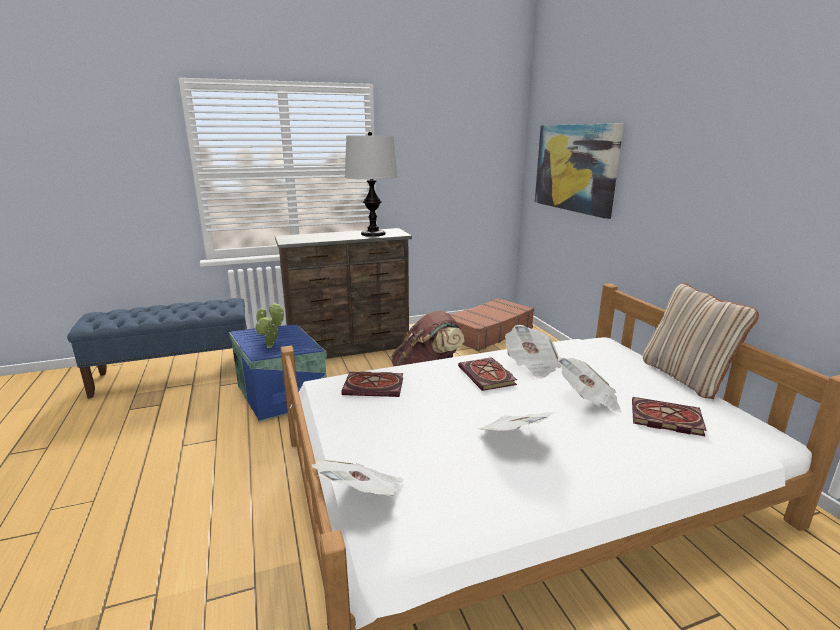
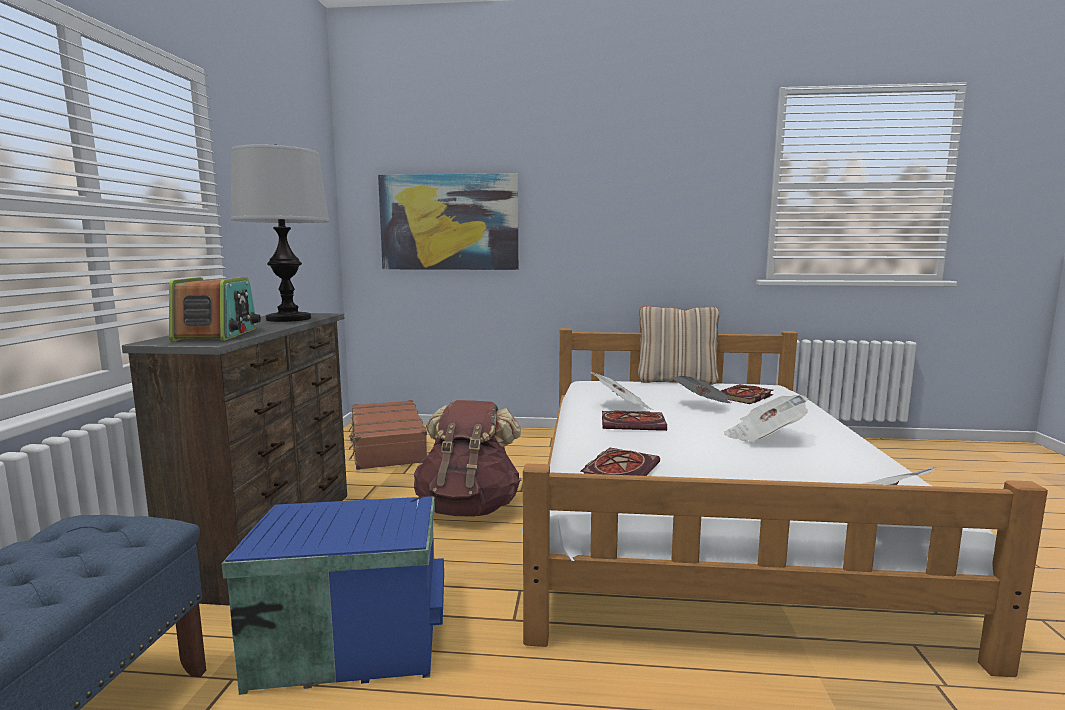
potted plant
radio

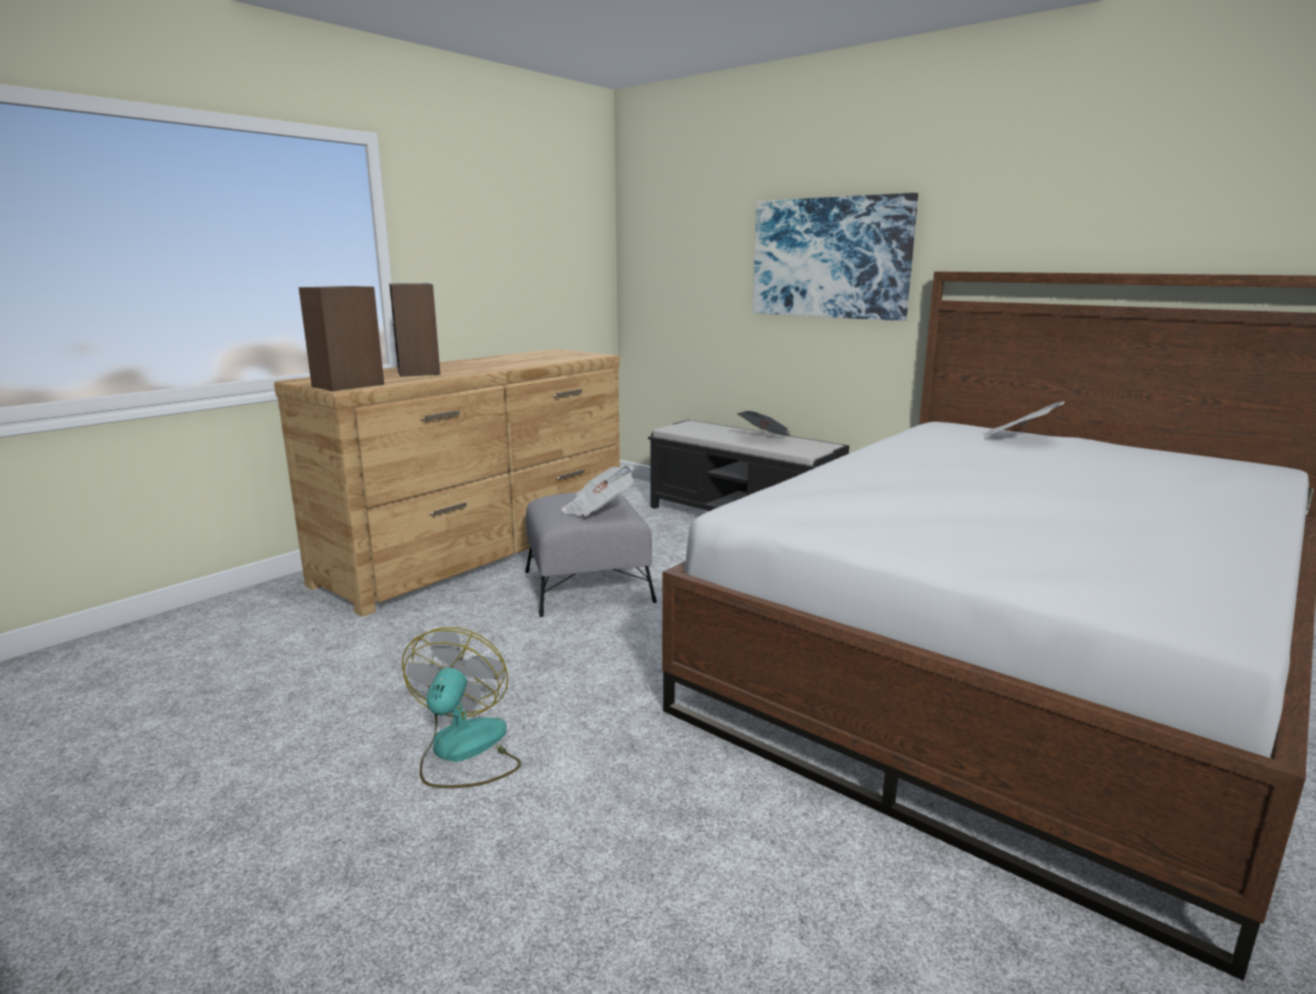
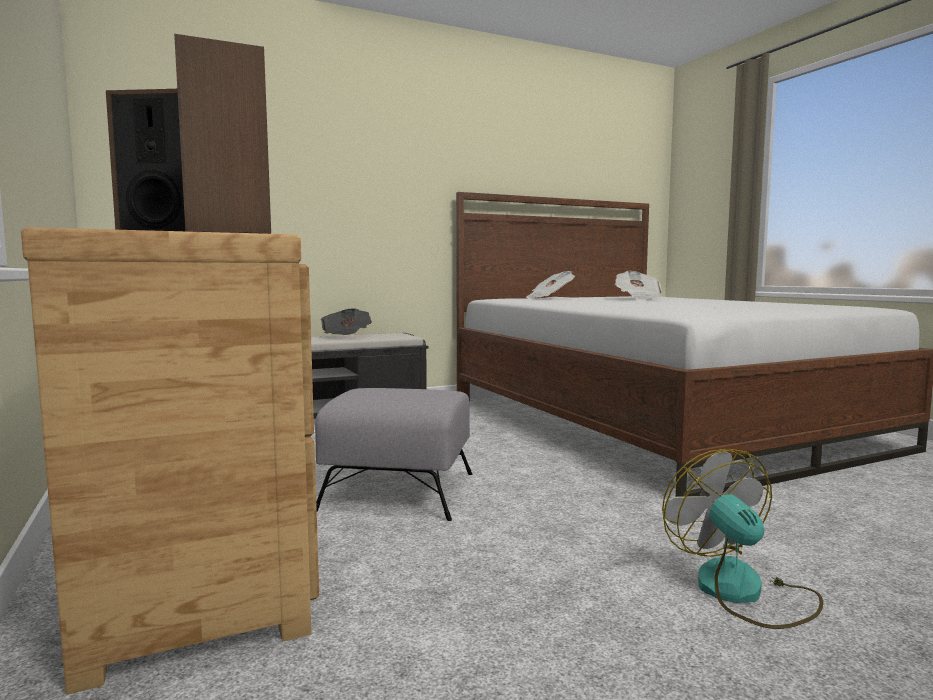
fan
newspaper (no. 3 from left)
picture

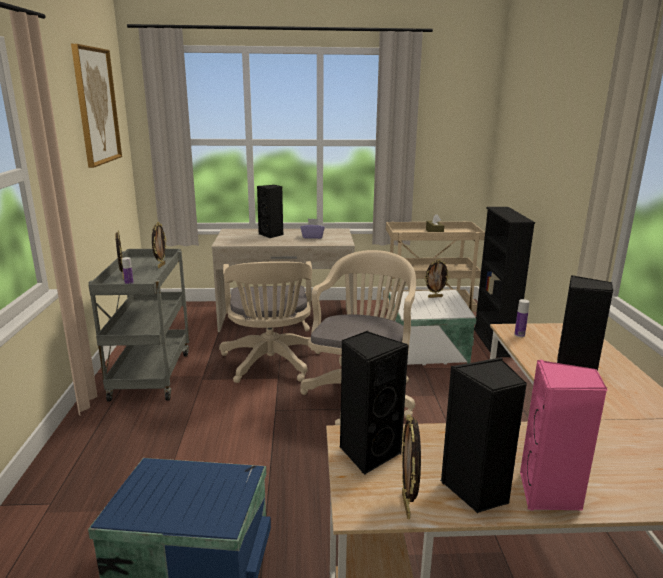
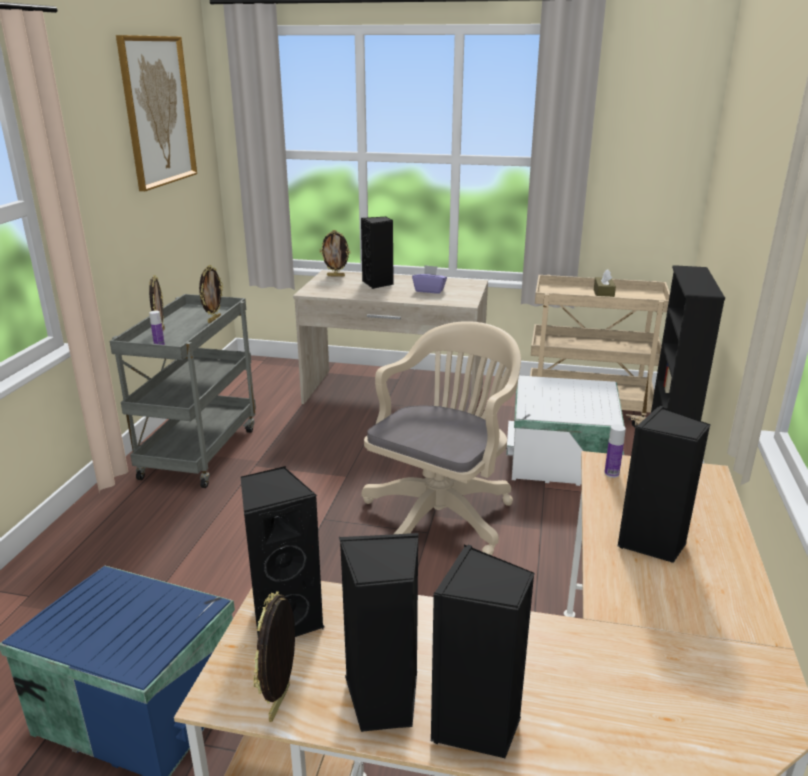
office chair/beige (no. 1 from left in the first image)
picture frame (no. 4 from left)
speaker/black (no. 4 from left)

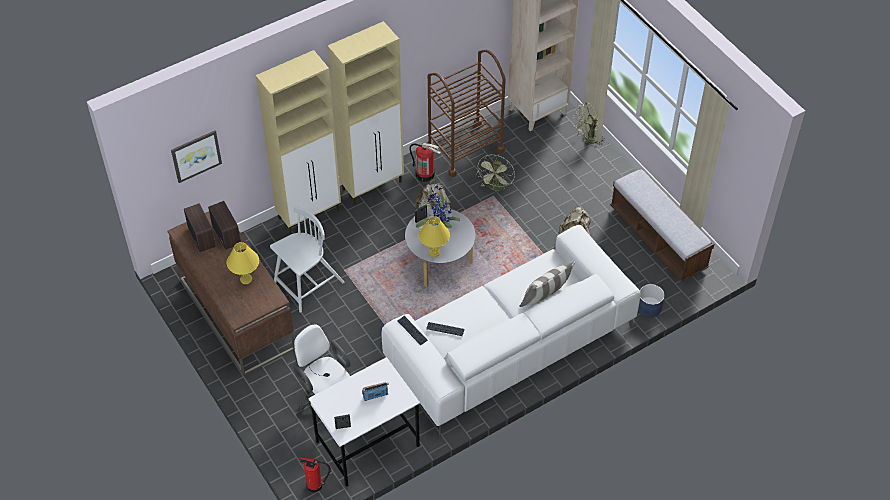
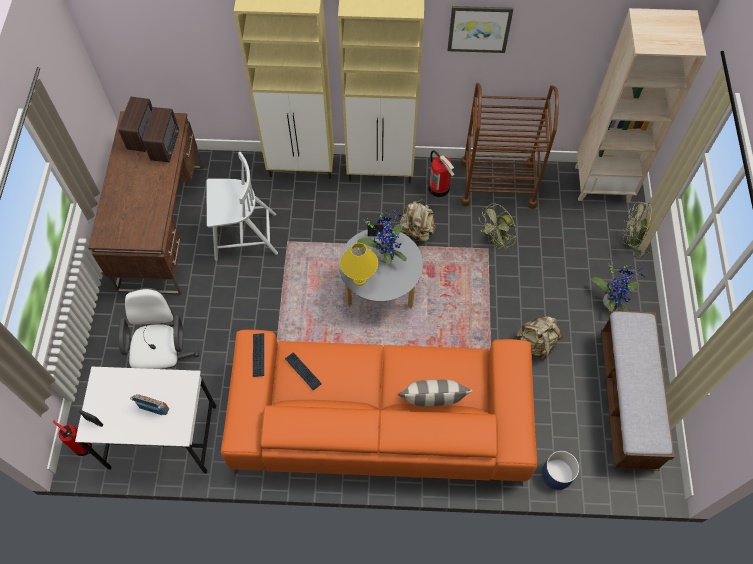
picture
table lamp/yellow (no. 1 from left in the first image)
sofa/orange
potted plant (no. 2 from left)

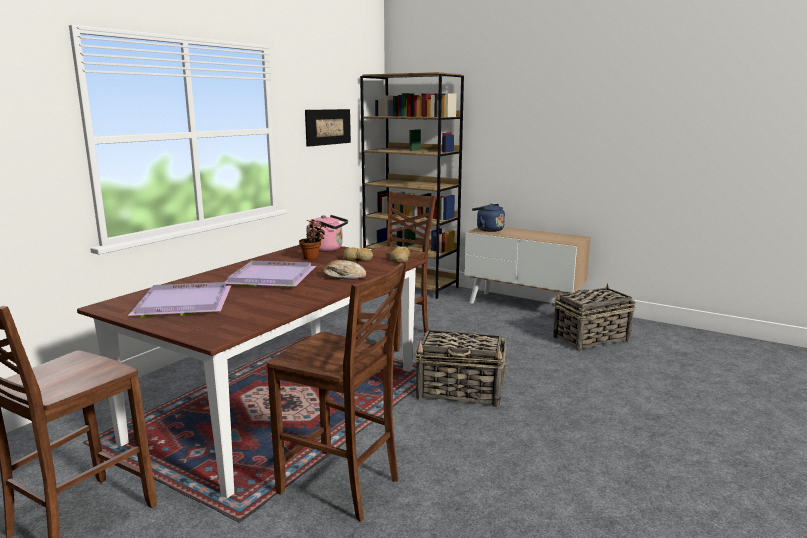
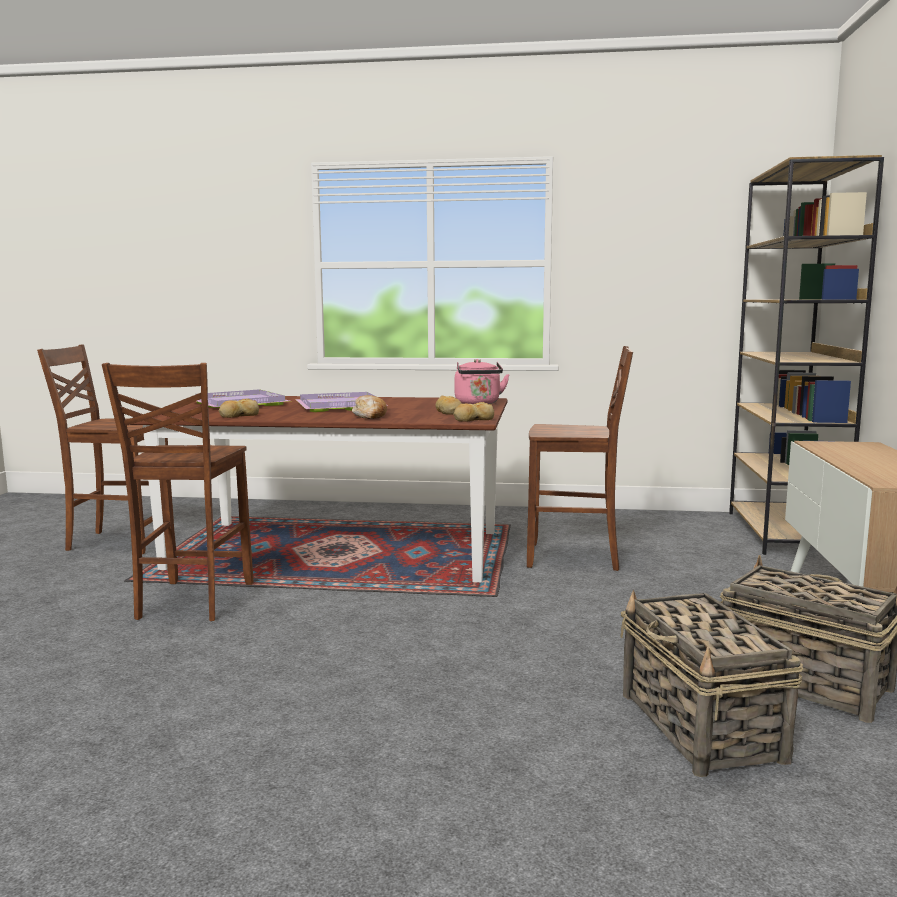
potted plant
picture
basket (no. 1 from left)
kettle/blue
bread (no. 1 from left)

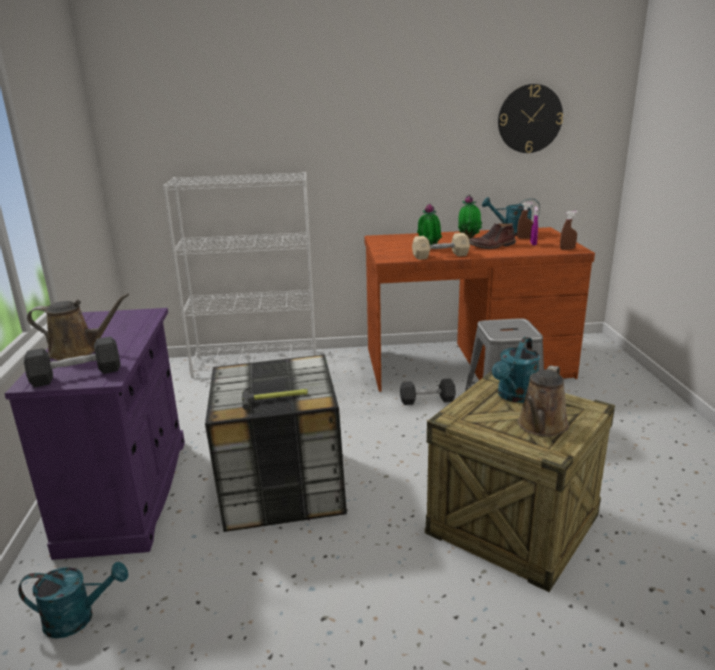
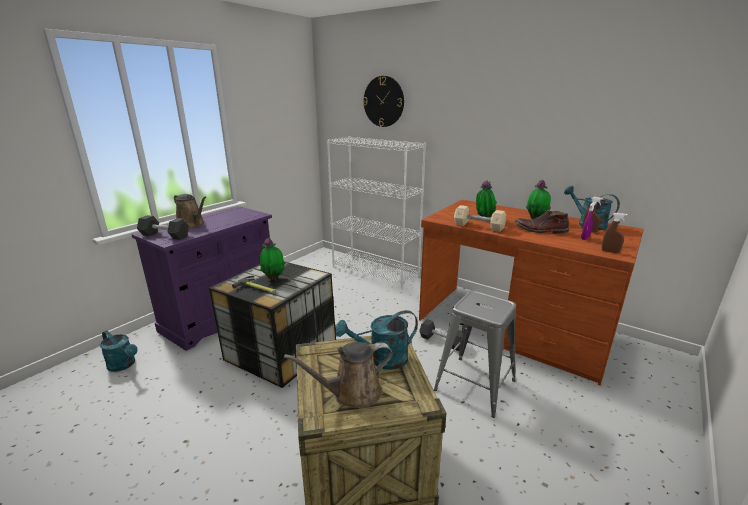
wall clock
potted plant (no. 1 from left)

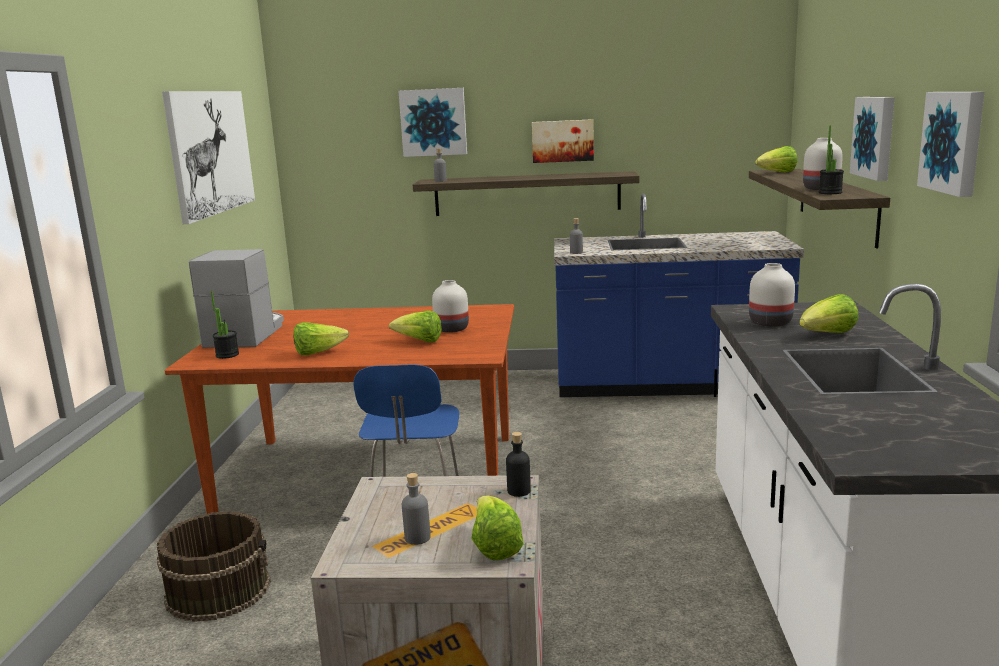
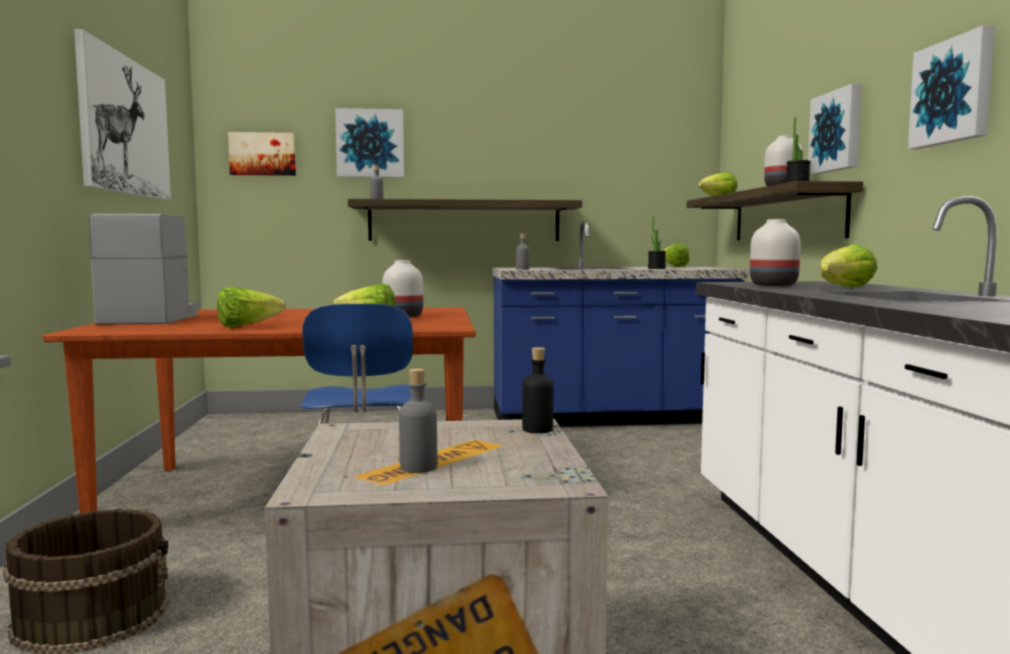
potted plant (no. 1 from left)
lettuce (no. 3 from left)
picture (no. 2 from left)

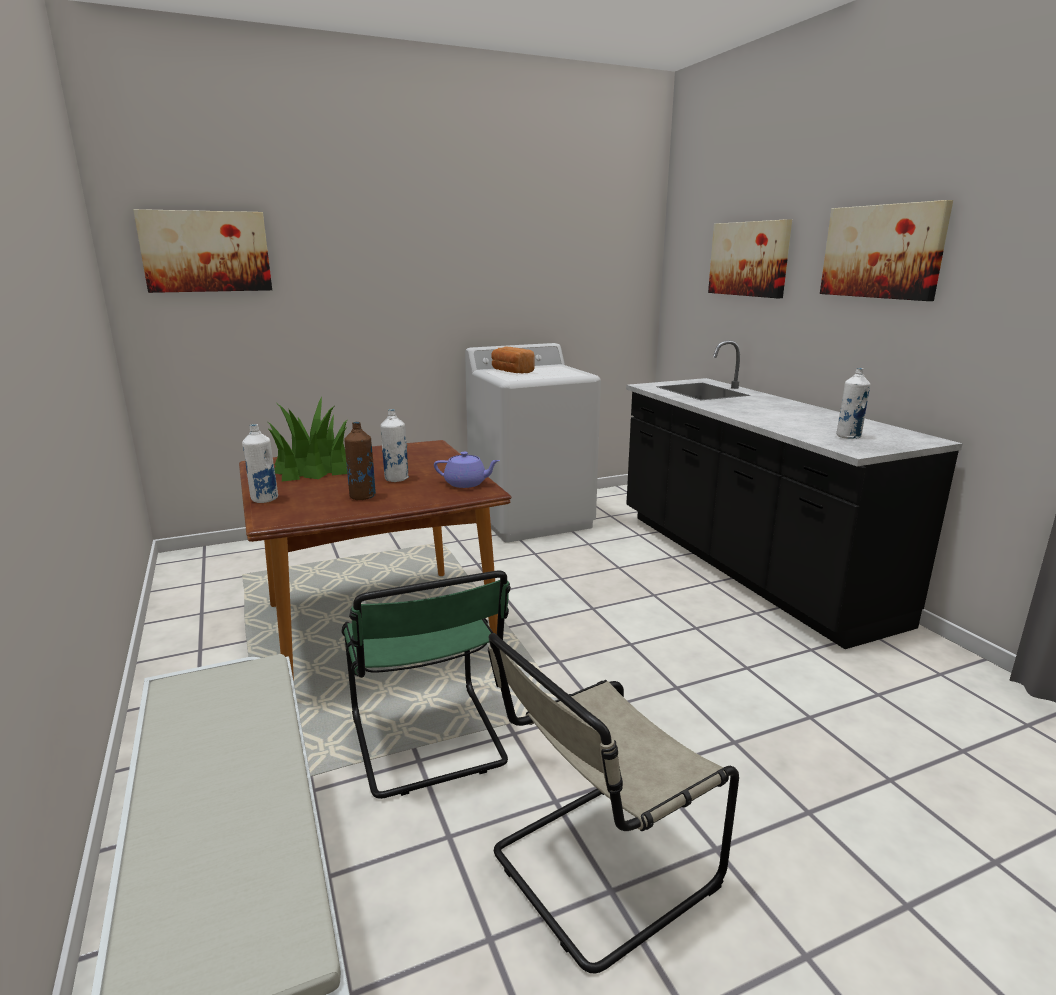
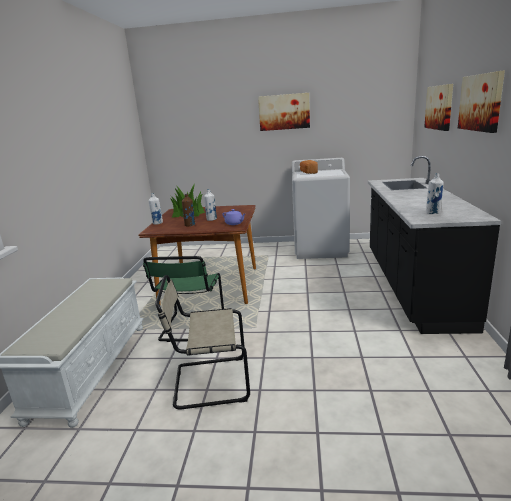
picture (no. 1 from left)

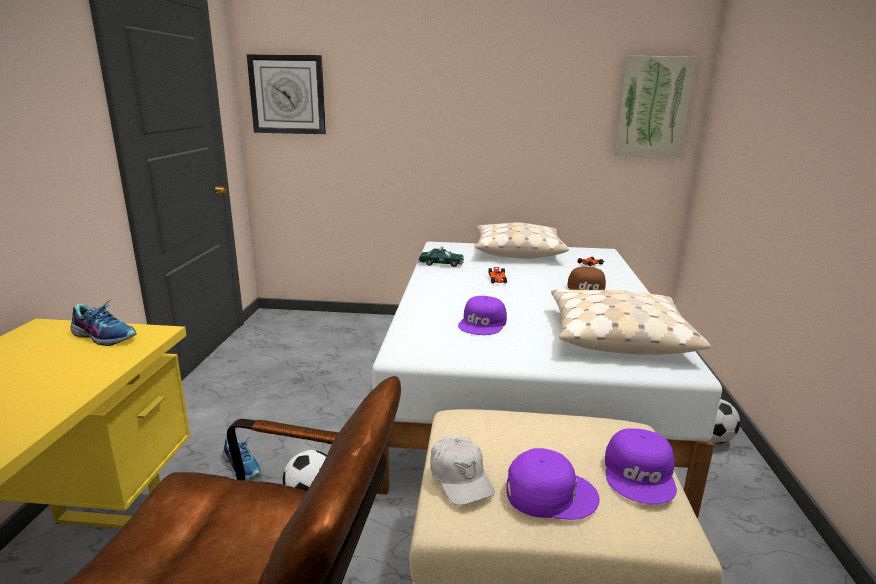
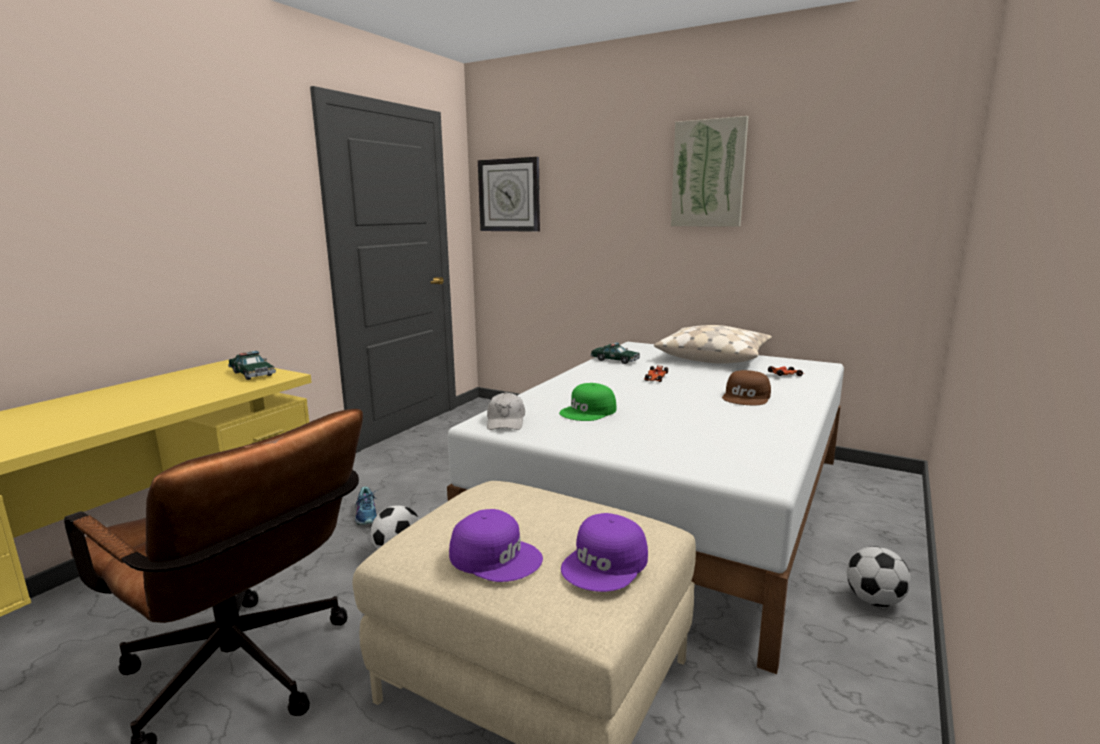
toy car (no. 1 from left)
cap/white
cap/green
pillow/beige (no. 2 from left in the first image)
picture

